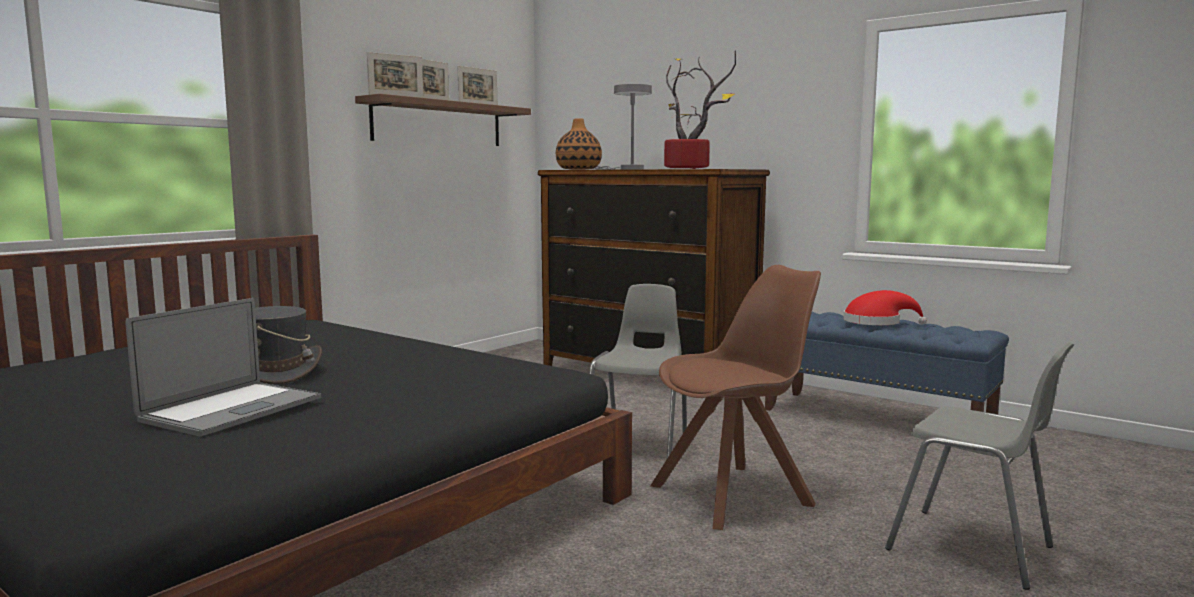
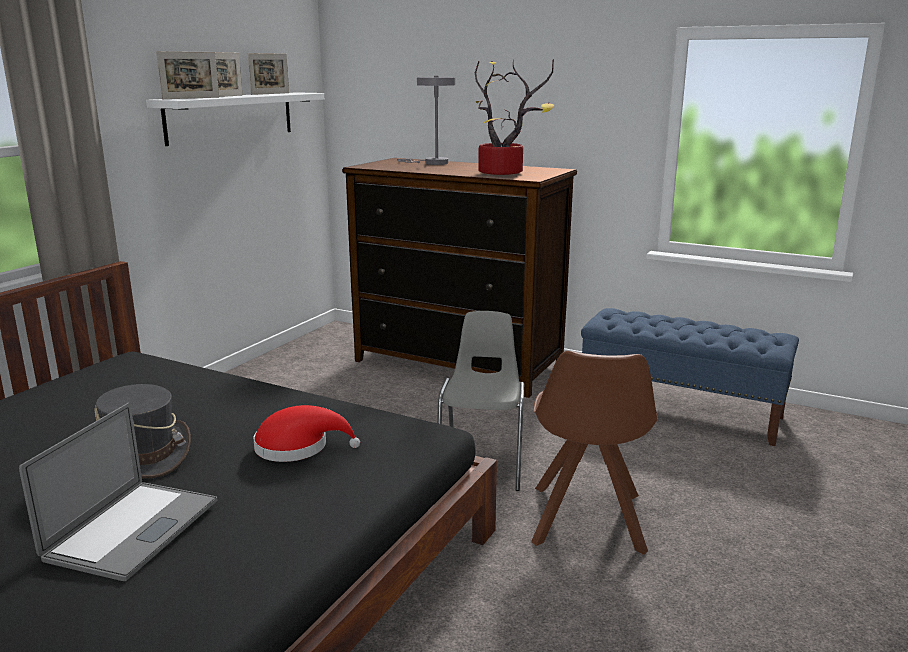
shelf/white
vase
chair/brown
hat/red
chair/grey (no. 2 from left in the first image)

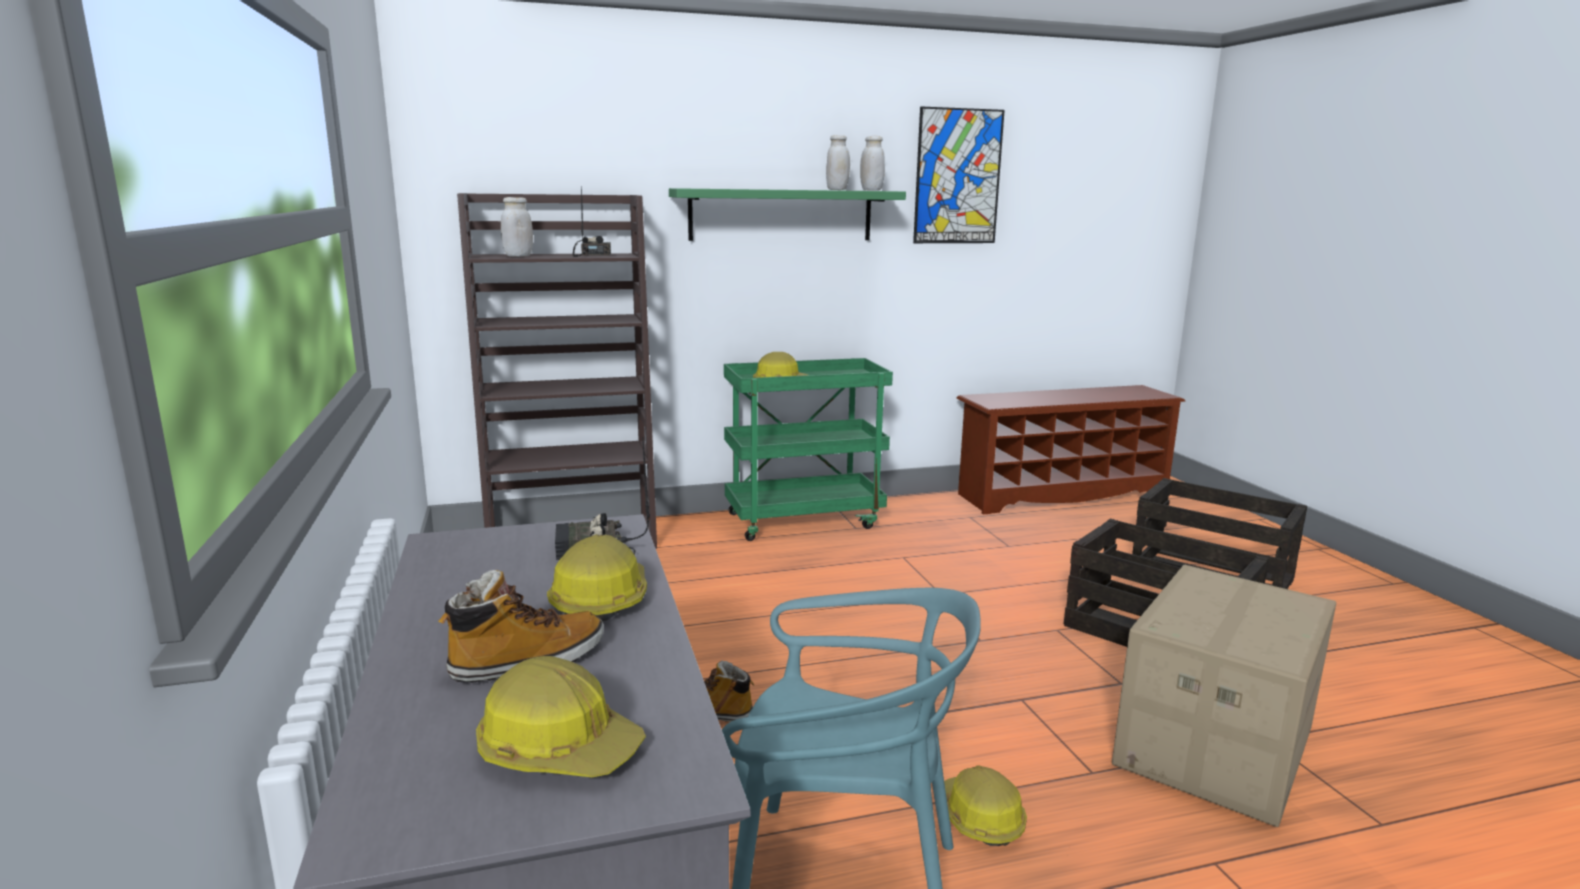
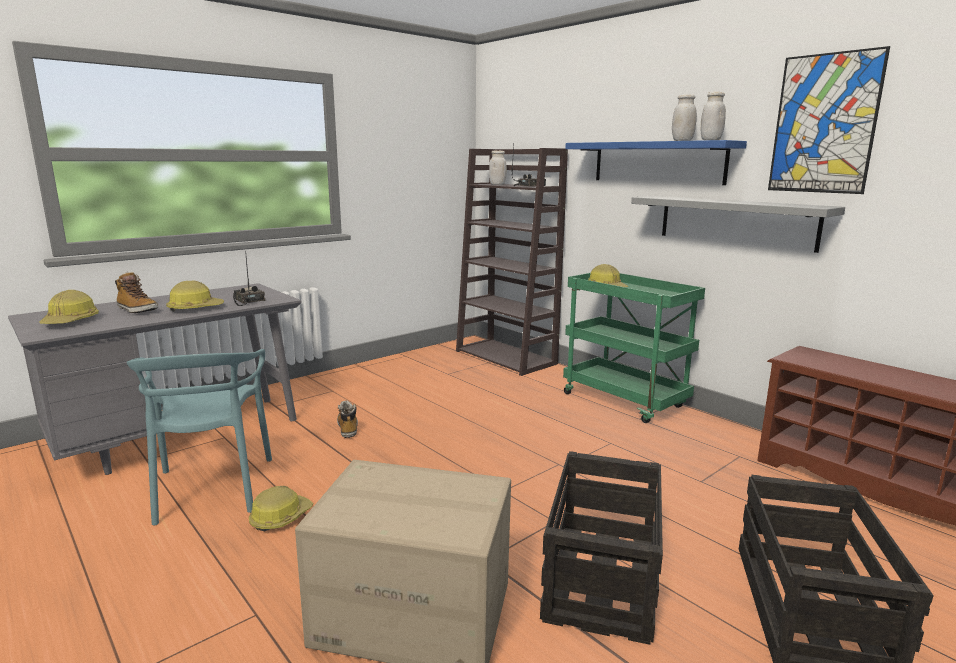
shelf/blue
shelf/grey

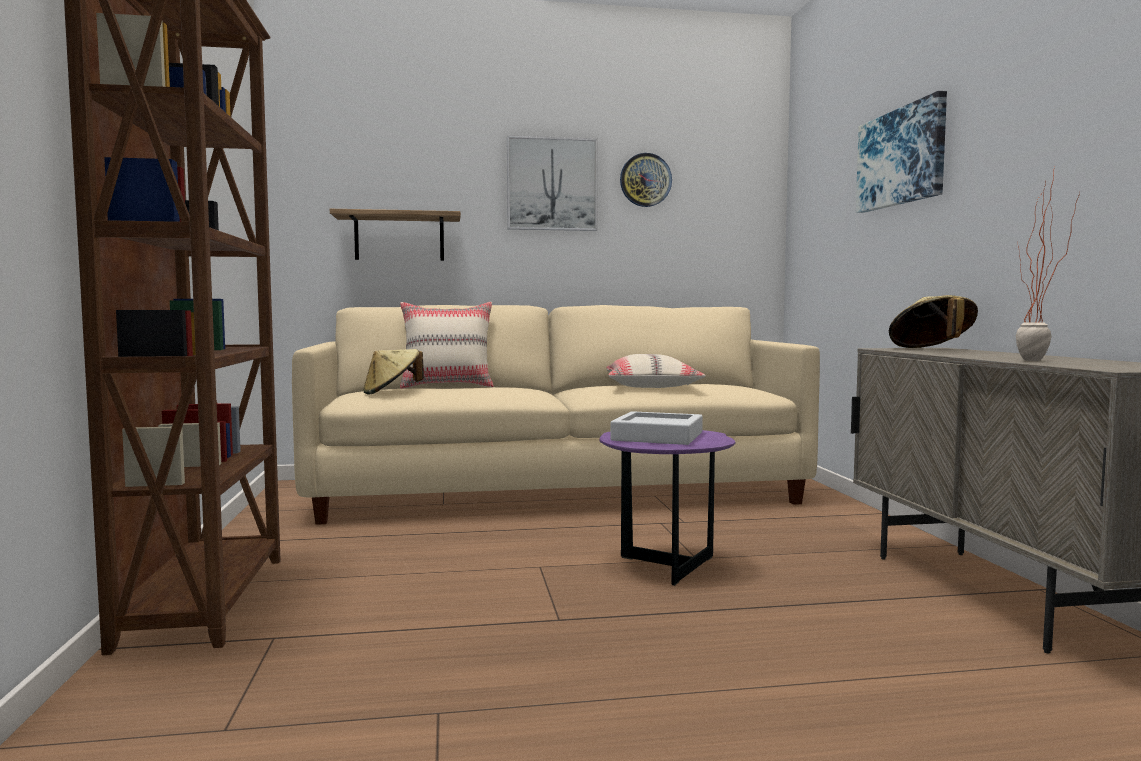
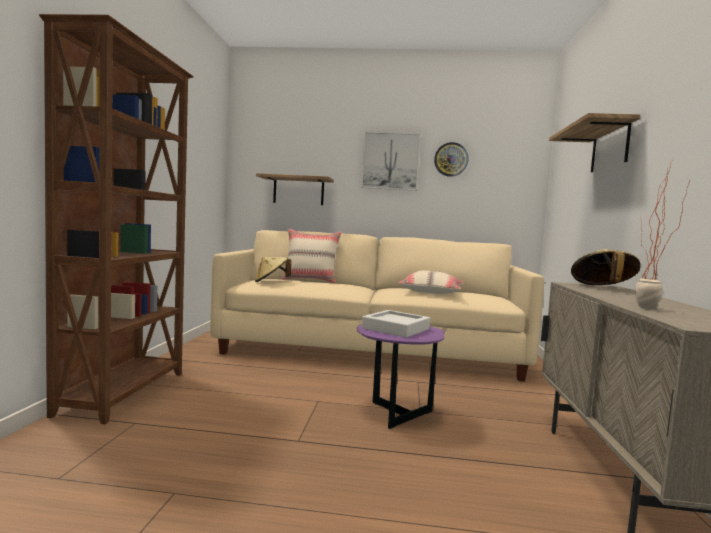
shelf (no. 2 from left)

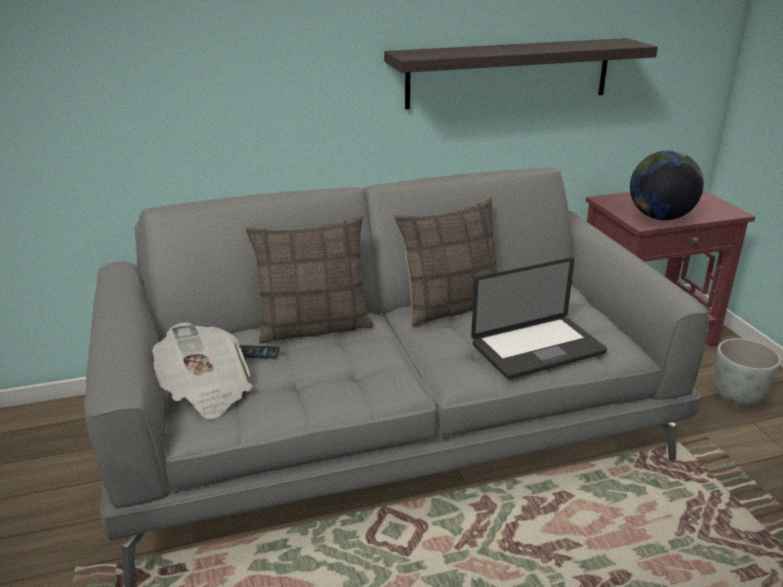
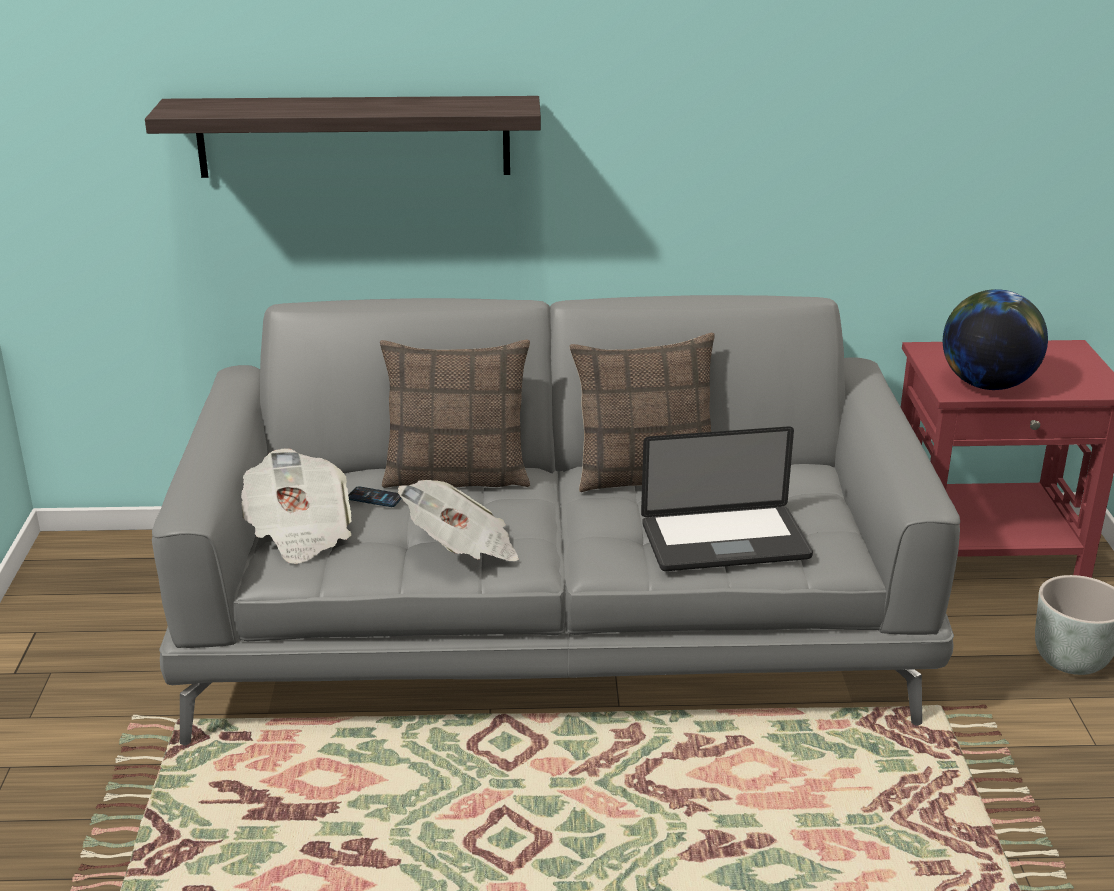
shelf
newspaper (no. 2 from left)

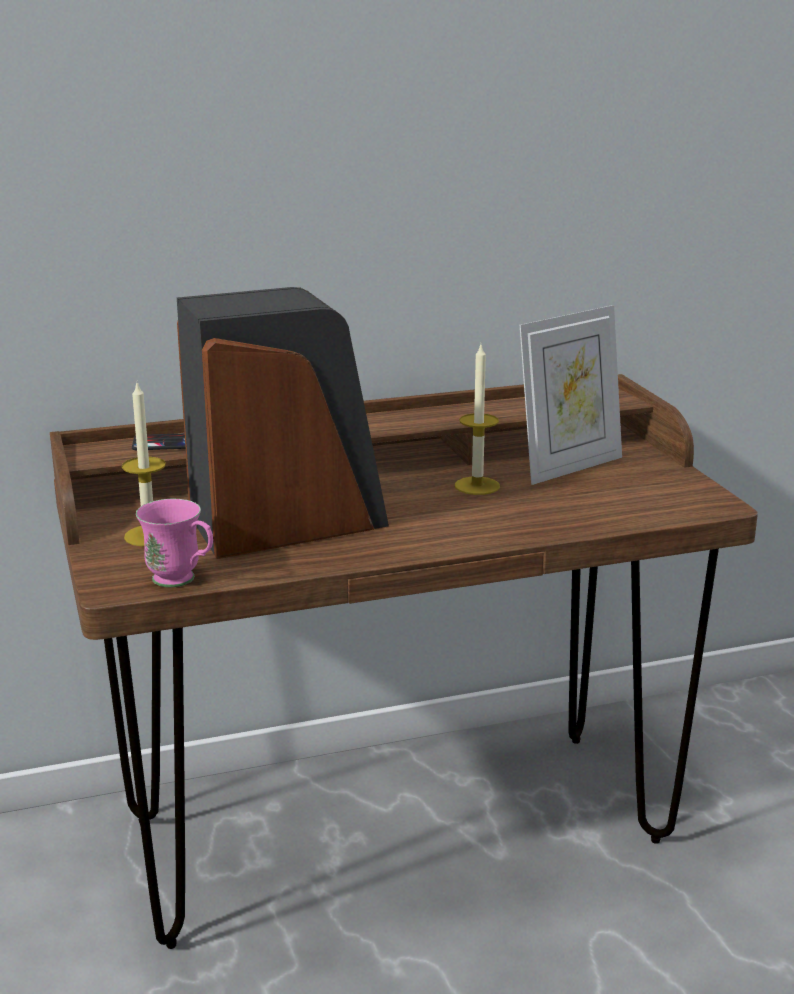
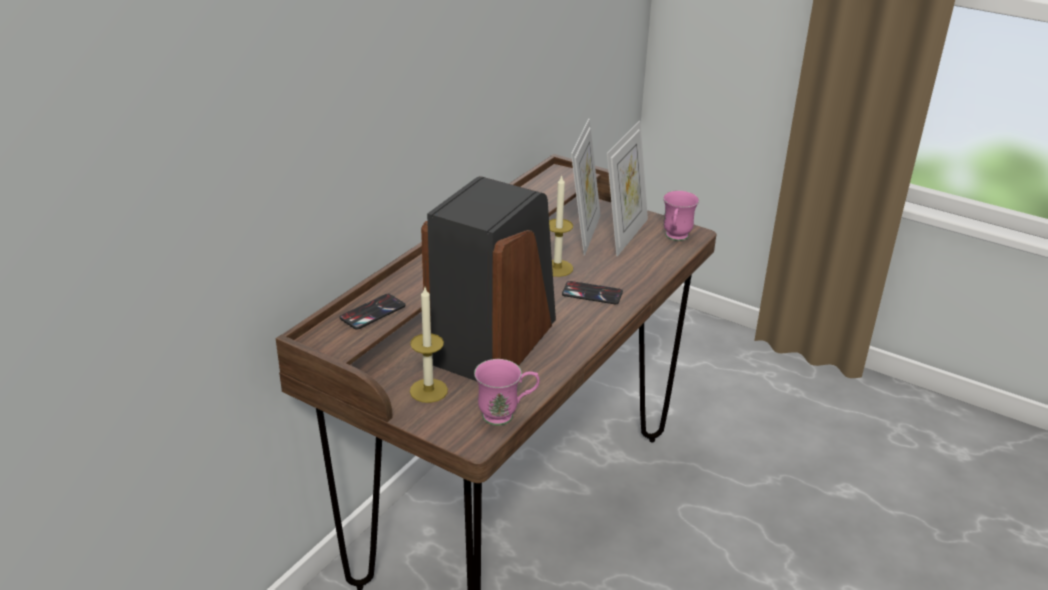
phone (no. 2 from left)
picture frame (no. 2 from left)
mug/pink (no. 2 from left)

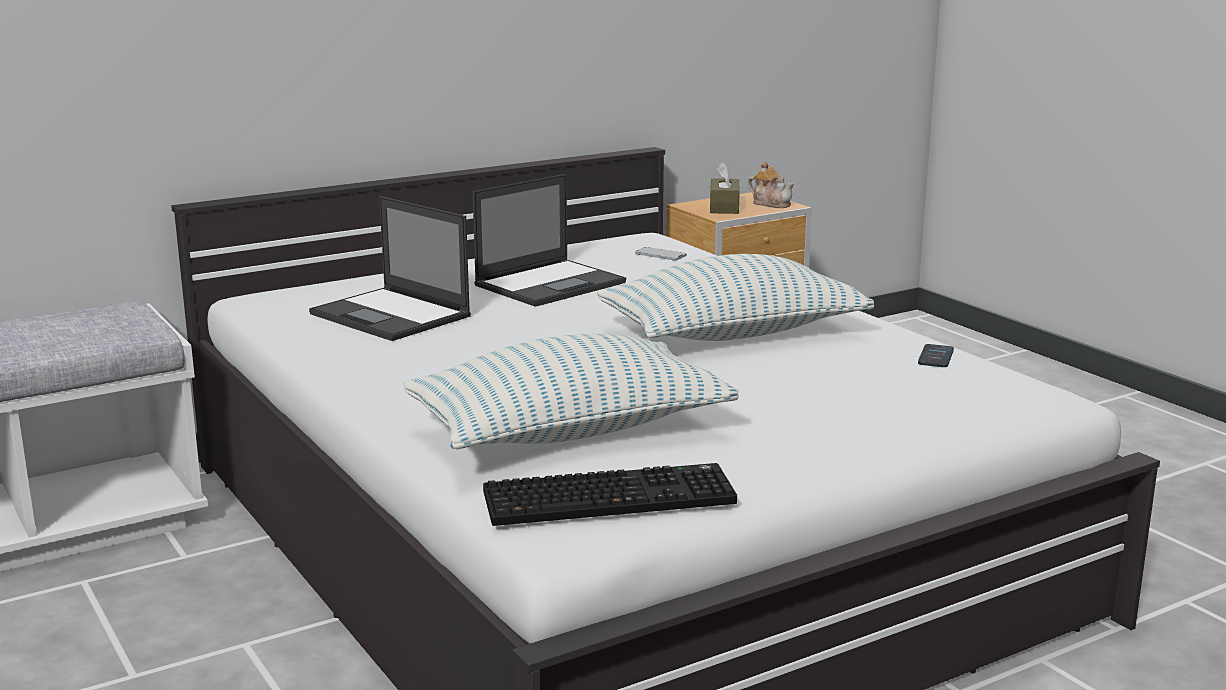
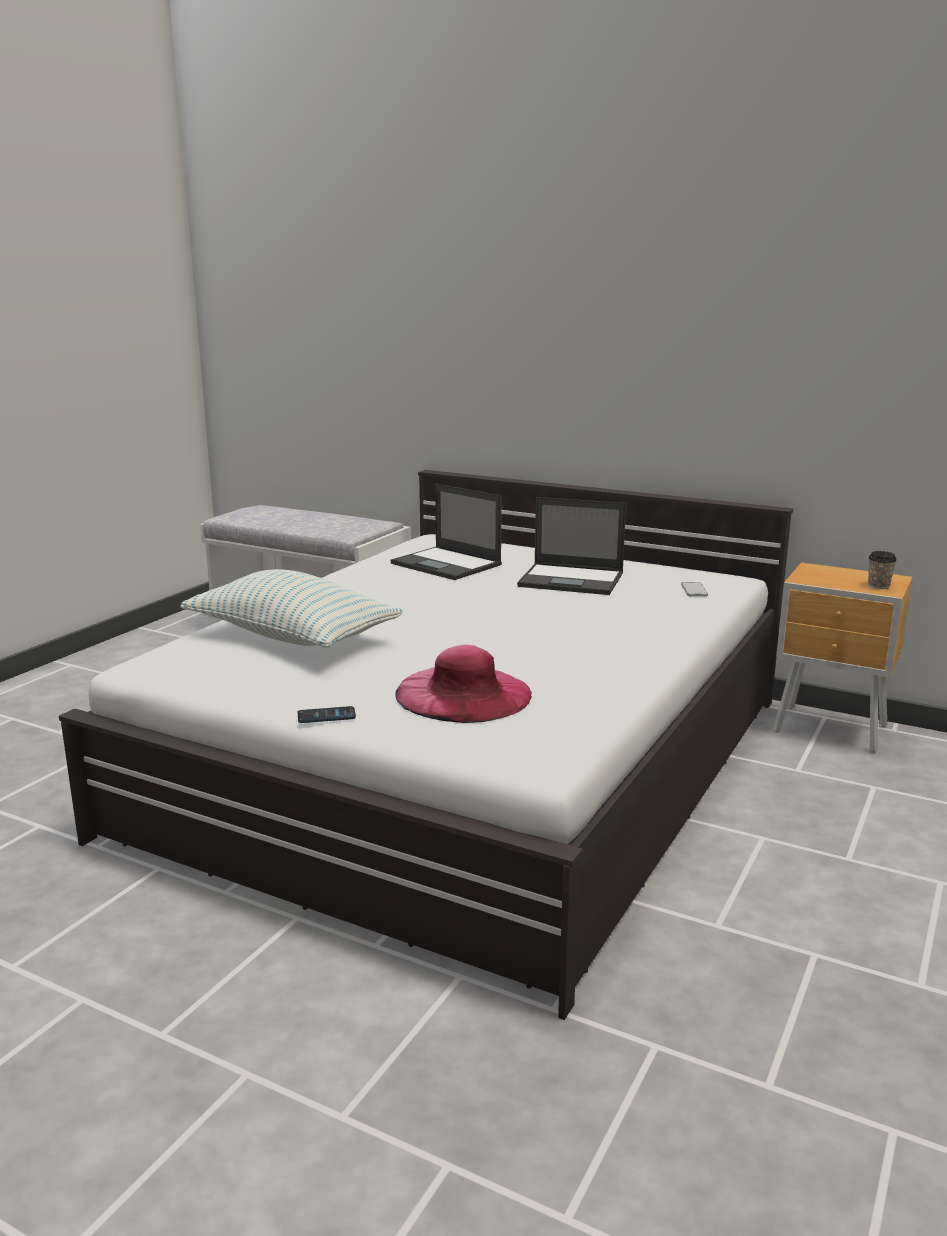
laptop (no. 1 from left)
keyboard
pillow (no. 2 from left in the first image)
tissue box/brown
cup
phone (no. 1 from left)
hat/pink

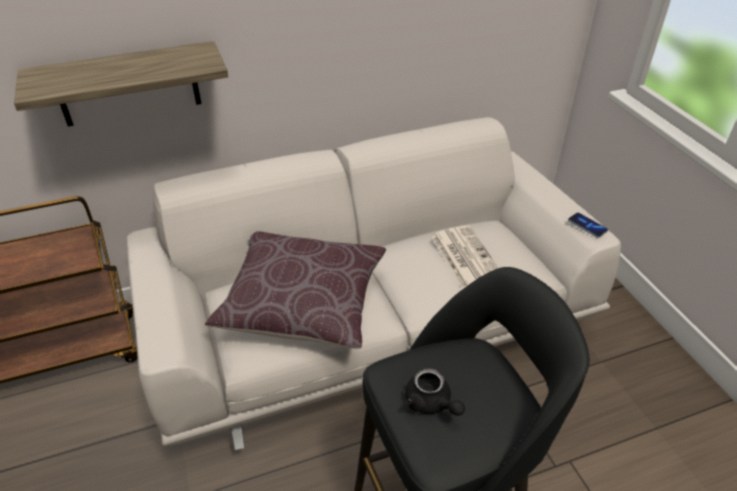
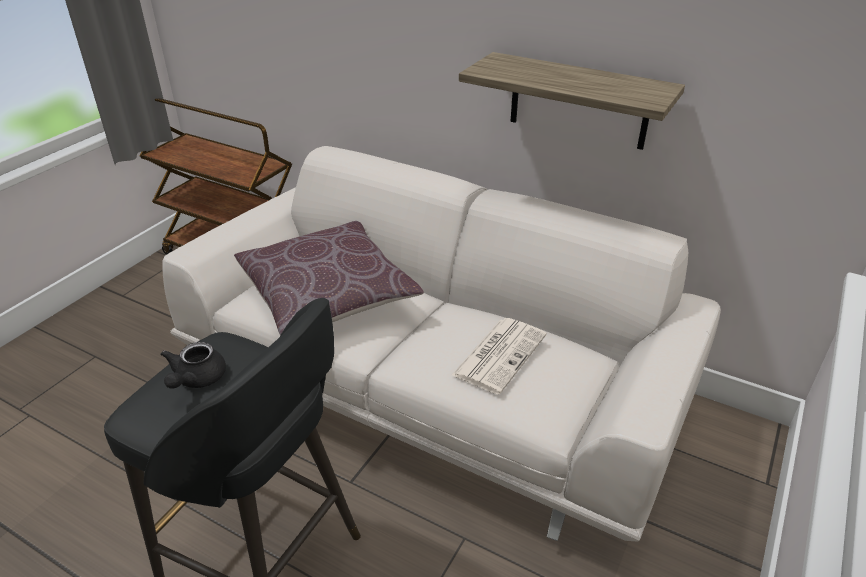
shelf
phone

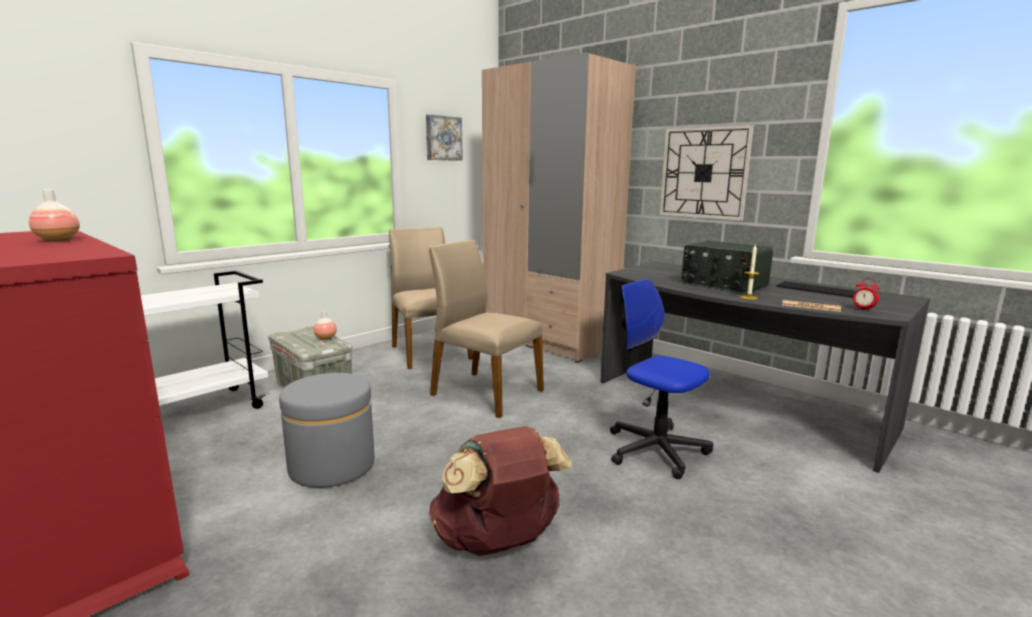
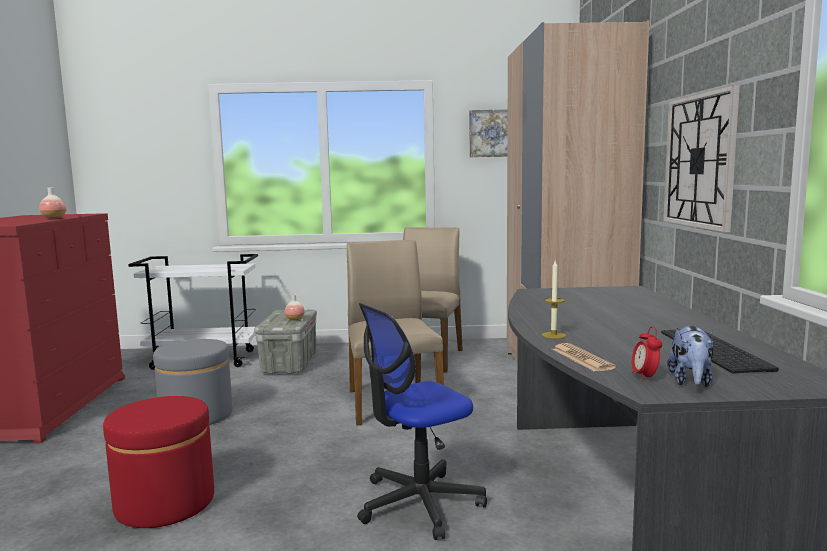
ottoman/red
office chair
radio
plush toy

